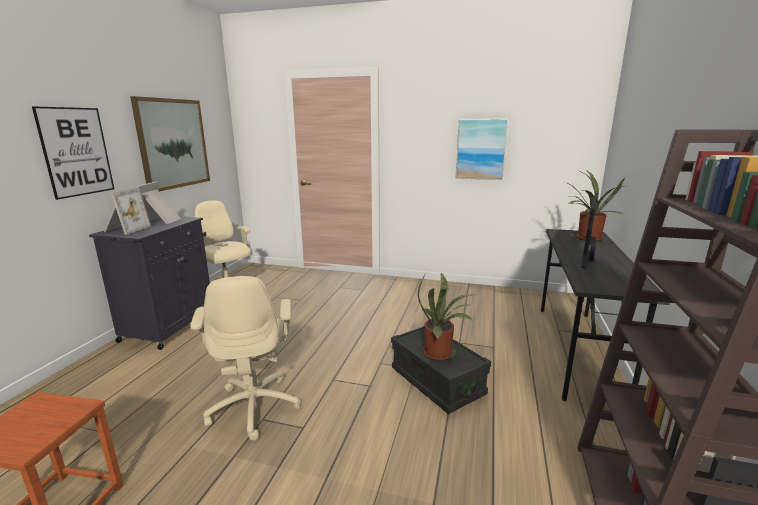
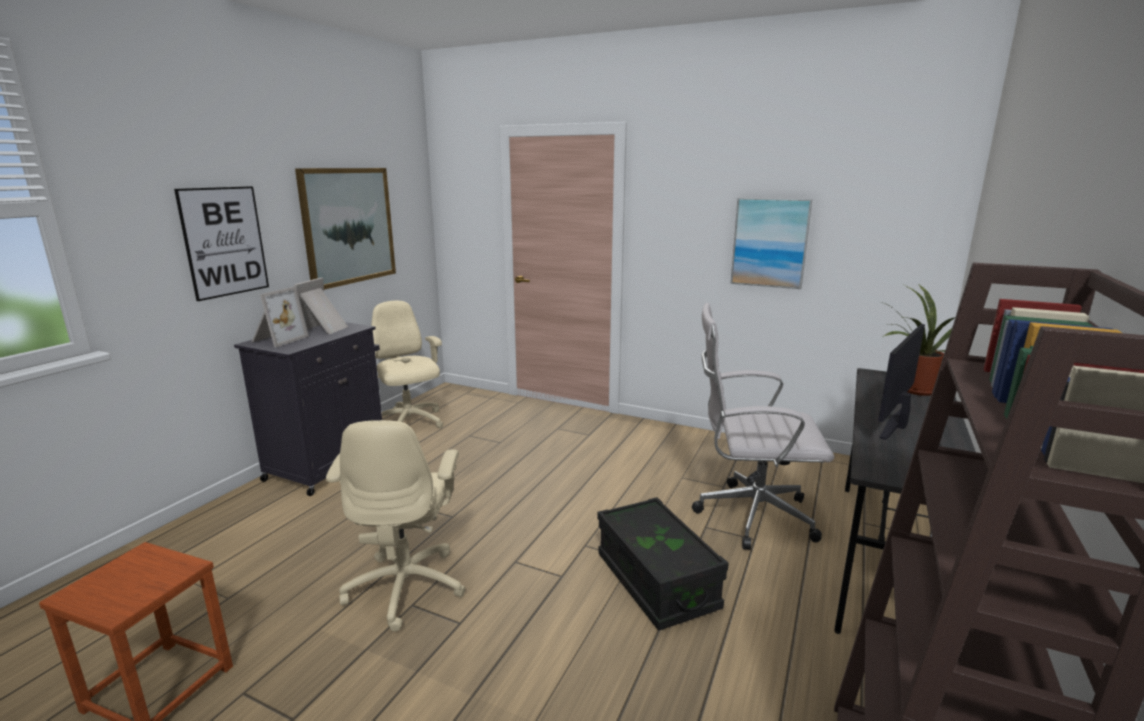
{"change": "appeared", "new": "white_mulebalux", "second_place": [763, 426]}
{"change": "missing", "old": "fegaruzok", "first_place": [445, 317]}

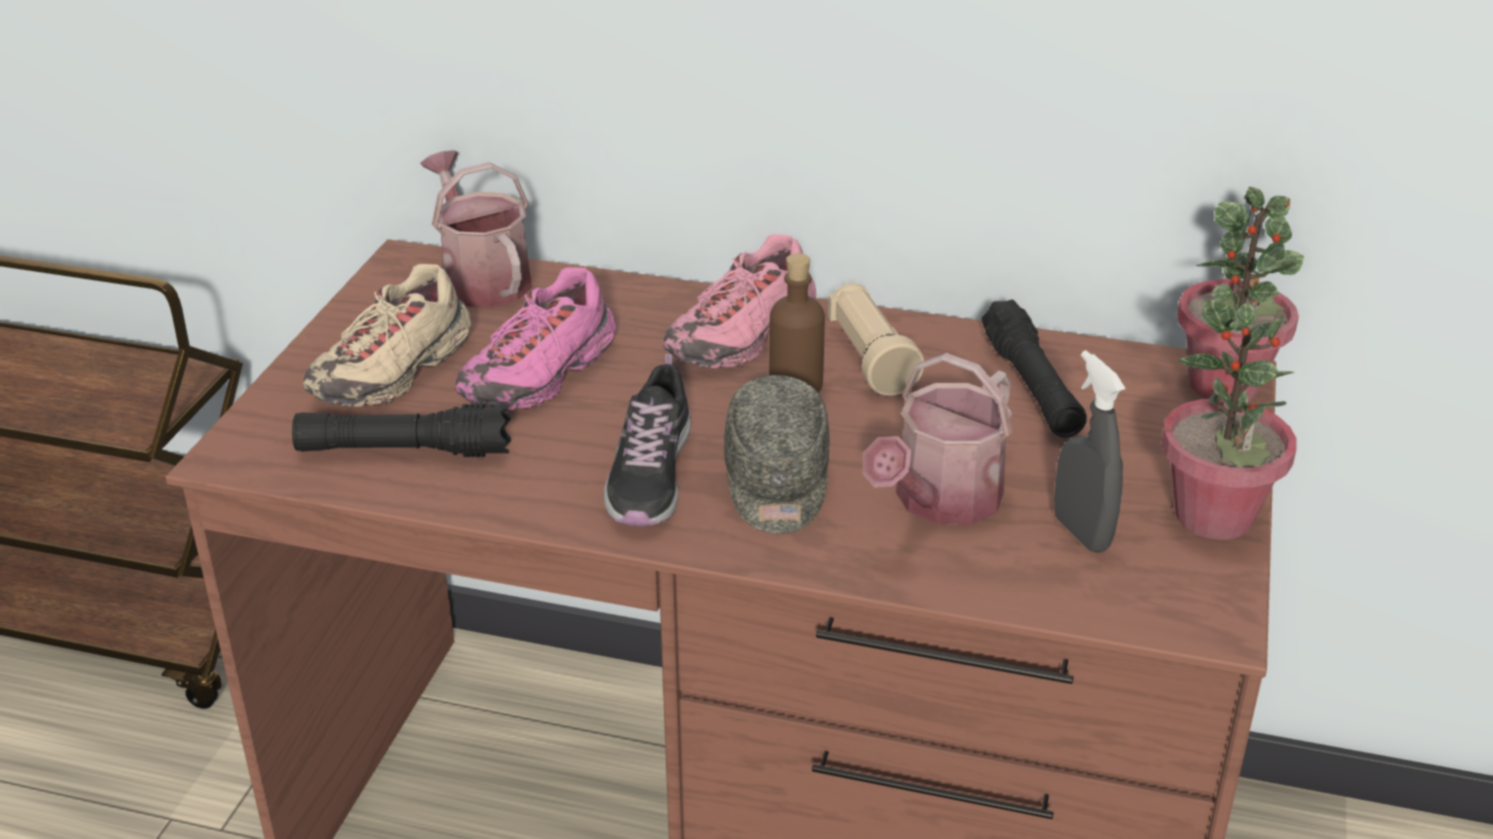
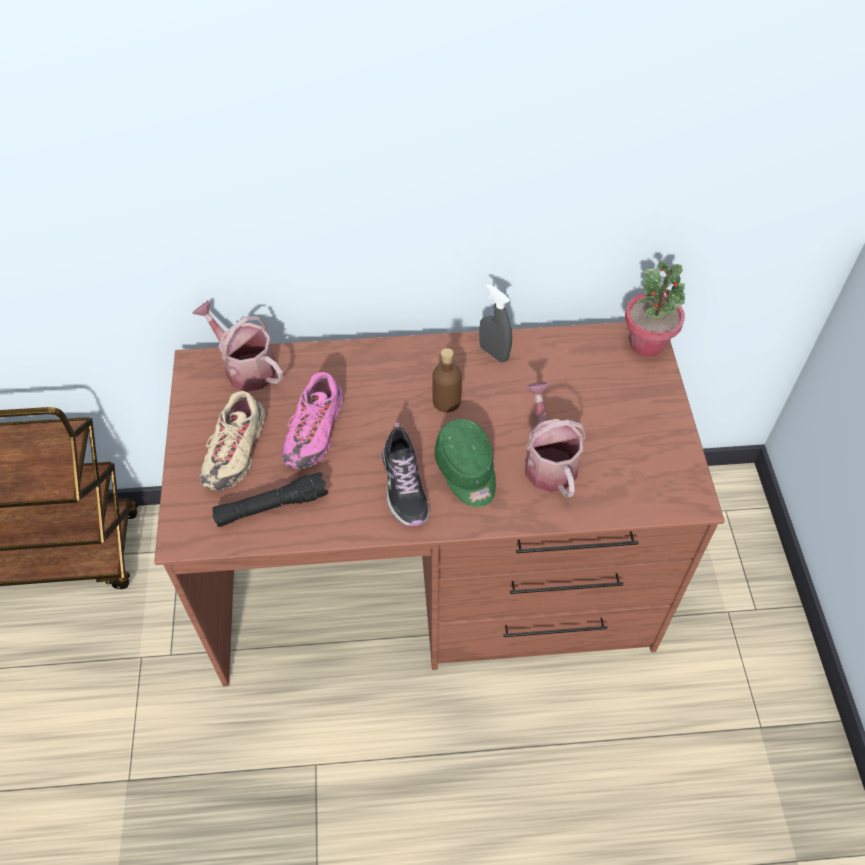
{"change": "colour", "old": "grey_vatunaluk", "new": "green_vatunaluk", "first_place": [777, 454], "second_place": [465, 463]}
{"change": "relocated", "old": "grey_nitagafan", "first_place": [1089, 451], "second_place": [495, 323]}
{"change": "spun", "old": "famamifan", "first_place": [937, 439], "second_place": [555, 439], "degrees": 150}
{"change": "missing", "old": "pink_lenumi", "first_place": [739, 301]}
{"change": "missing", "old": "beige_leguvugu", "first_place": [876, 339]}
{"change": "missing", "old": "black_leguvugu", "first_place": [1034, 368]}
{"change": "missing", "old": "fegaruzok", "first_place": [1229, 420]}

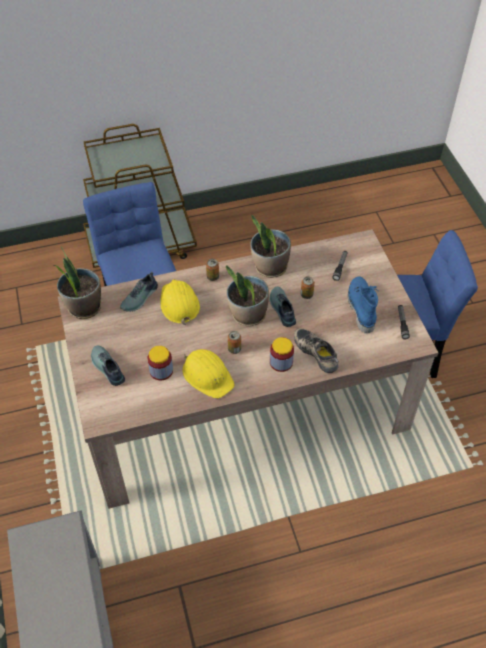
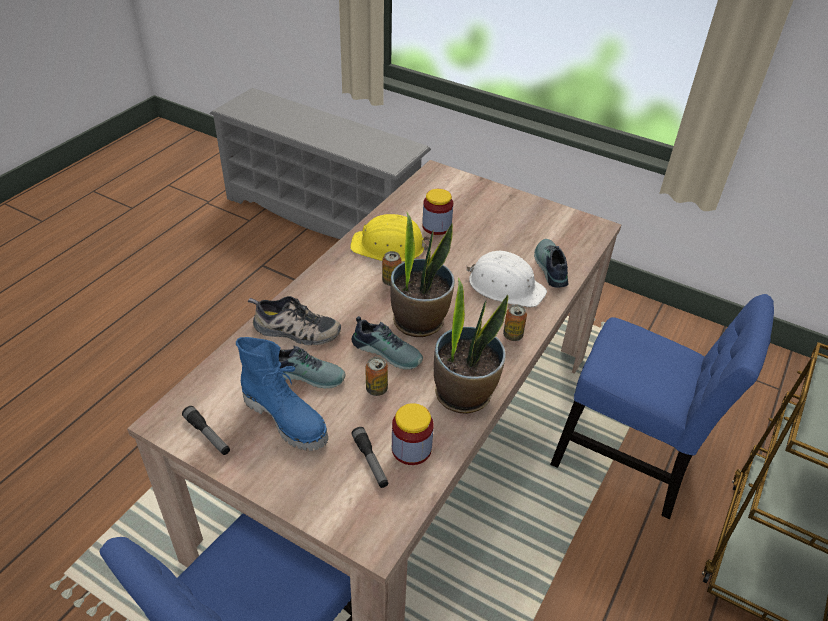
{"change": "relocated", "old": "lenumi", "first_place": [108, 365], "second_place": [312, 367]}
{"change": "relocated", "old": "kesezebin", "first_place": [282, 354], "second_place": [413, 434]}
{"change": "colour", "old": "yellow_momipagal", "new": "white_momipagal", "first_place": [180, 302], "second_place": [506, 279]}
{"change": "missing", "old": "fegaruzok", "first_place": [77, 283]}

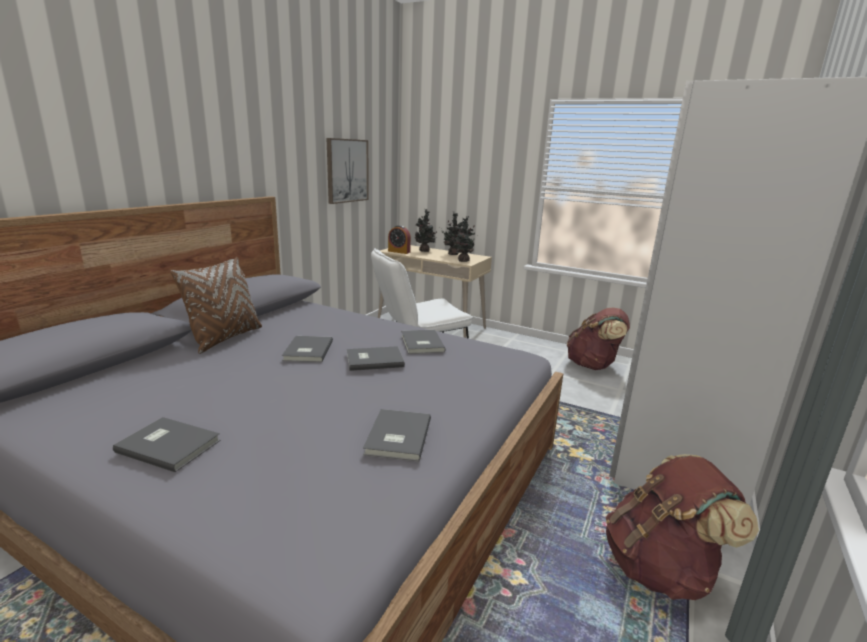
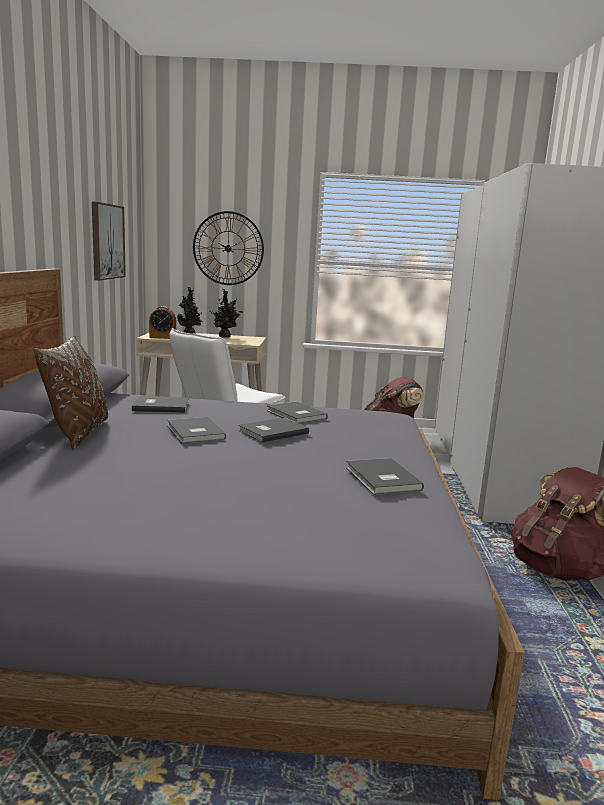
{"change": "relocated", "old": "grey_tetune", "first_place": [167, 444], "second_place": [160, 404]}
{"change": "appeared", "new": "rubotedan", "second_place": [228, 248]}
{"change": "missing", "old": "fegaruzok", "first_place": [465, 239]}

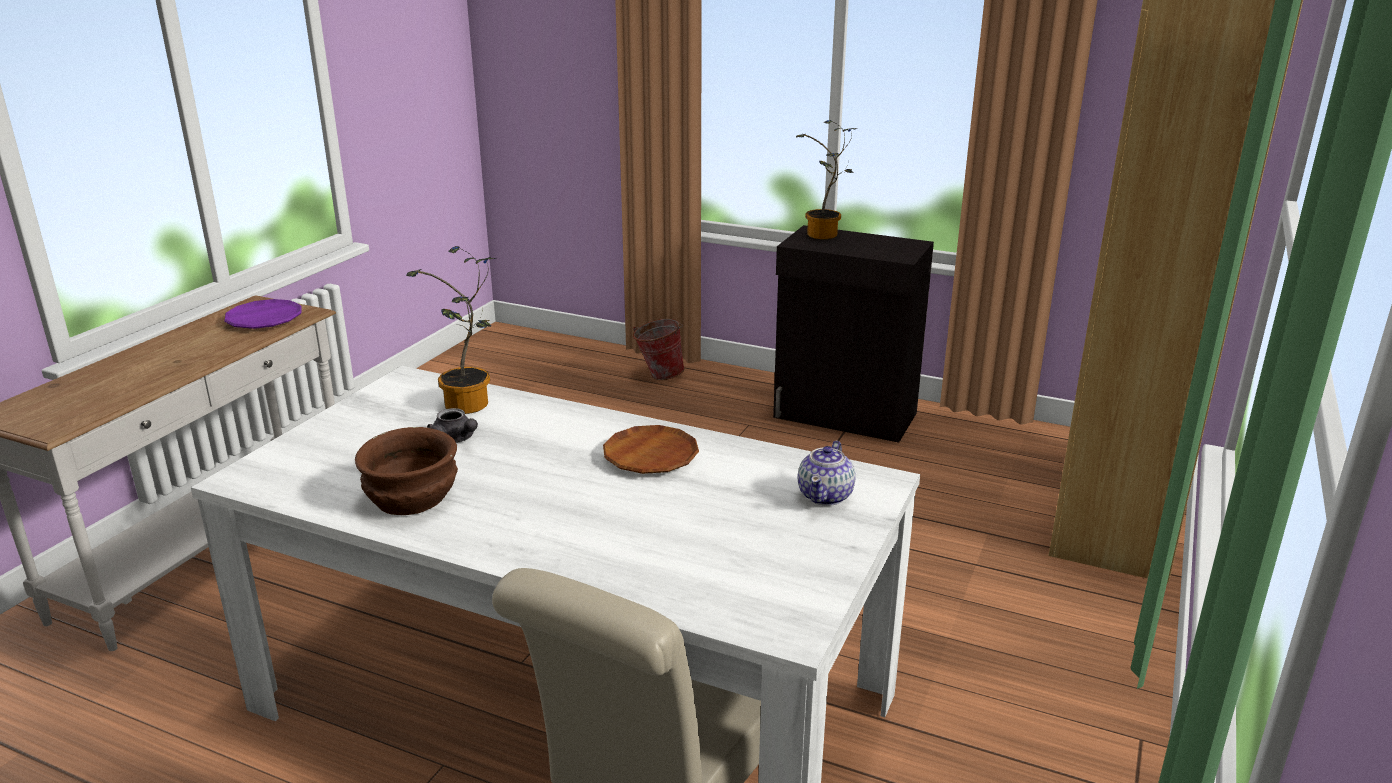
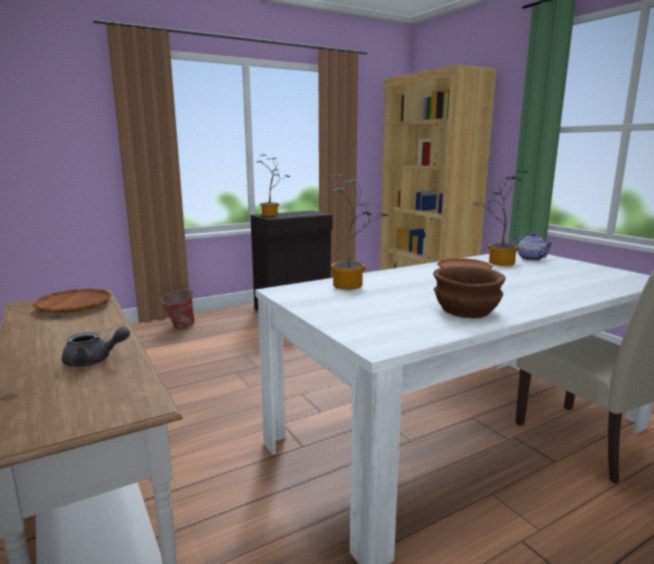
{"change": "colour", "old": "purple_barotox", "new": "brown_barotox", "first_place": [262, 314], "second_place": [72, 301]}
{"change": "relocated", "old": "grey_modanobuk", "first_place": [452, 425], "second_place": [96, 347]}
{"change": "appeared", "new": "fegaruzok", "second_place": [500, 218]}

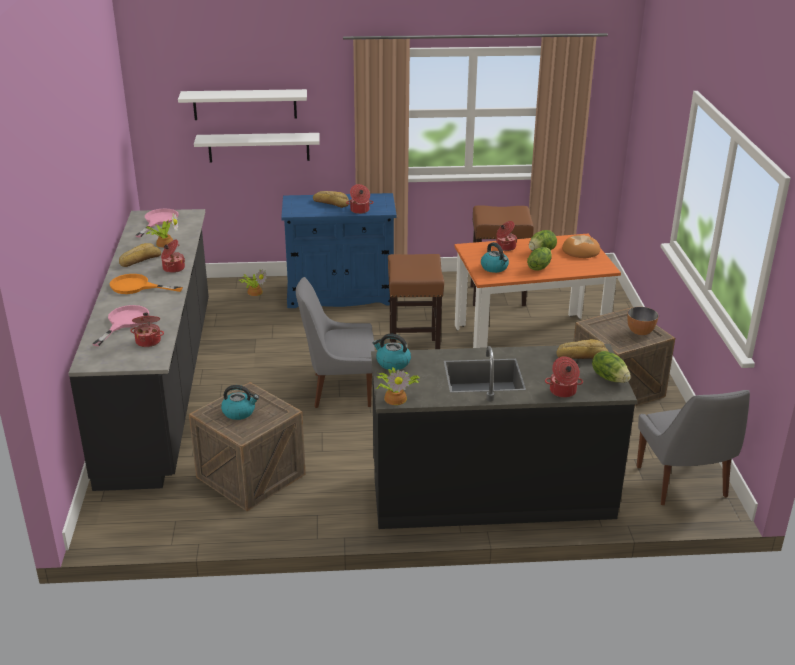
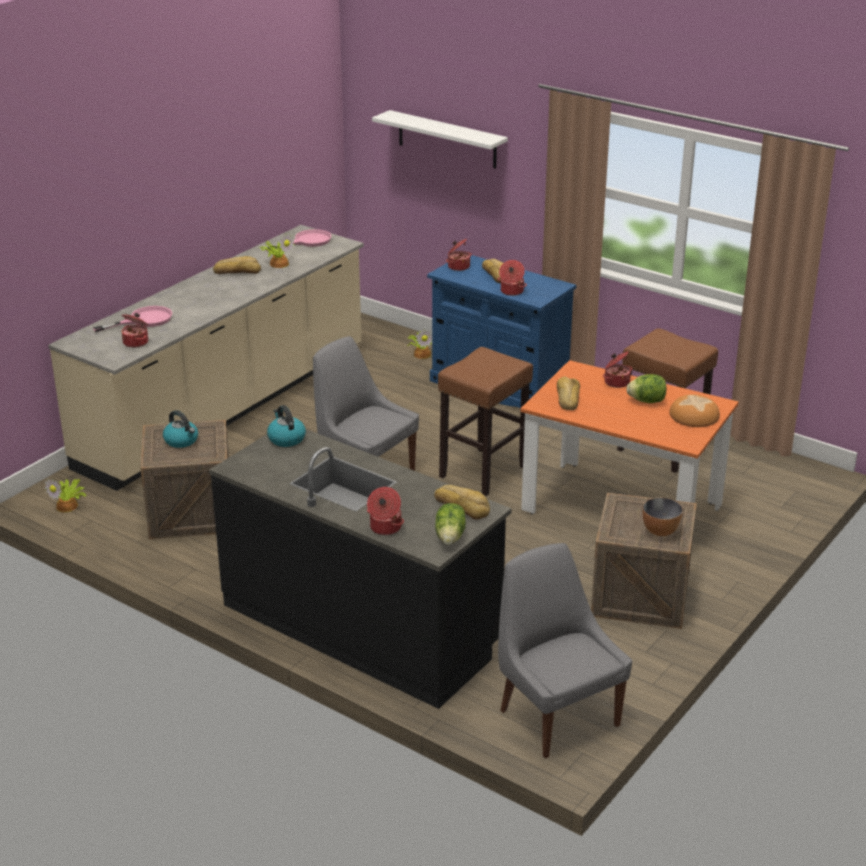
{"change": "relocated", "old": "fegaruzok", "first_place": [398, 386], "second_place": [66, 495]}
{"change": "colour", "old": "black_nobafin", "new": "beige_nobafin", "first_place": [139, 350], "second_place": [206, 358]}
{"change": "relocated", "old": "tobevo", "first_place": [173, 256], "second_place": [459, 255]}
{"change": "spun", "old": "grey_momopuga", "first_place": [693, 447], "second_place": [565, 650], "degrees": 120}
{"change": "exchanged", "old": "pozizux", "new": "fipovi", "first_place": [495, 257], "second_place": [568, 393]}
{"change": "missing", "old": "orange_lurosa", "first_place": [146, 284]}
{"change": "missing", "old": "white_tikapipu", "first_place": [257, 148]}
{"change": "missing", "old": "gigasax", "first_place": [539, 259]}

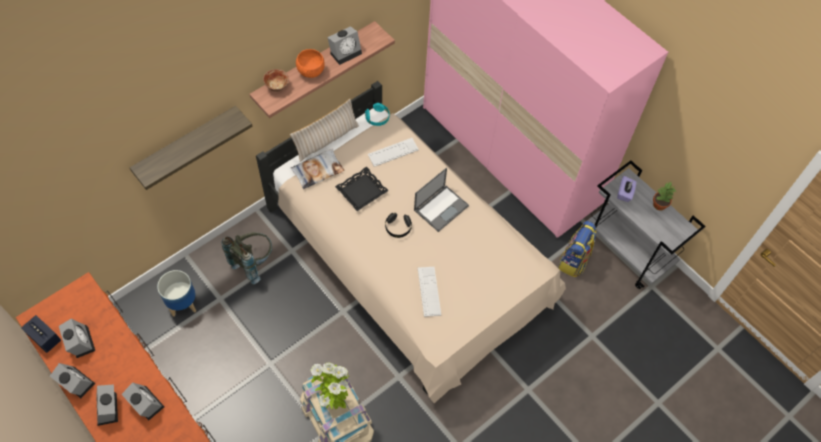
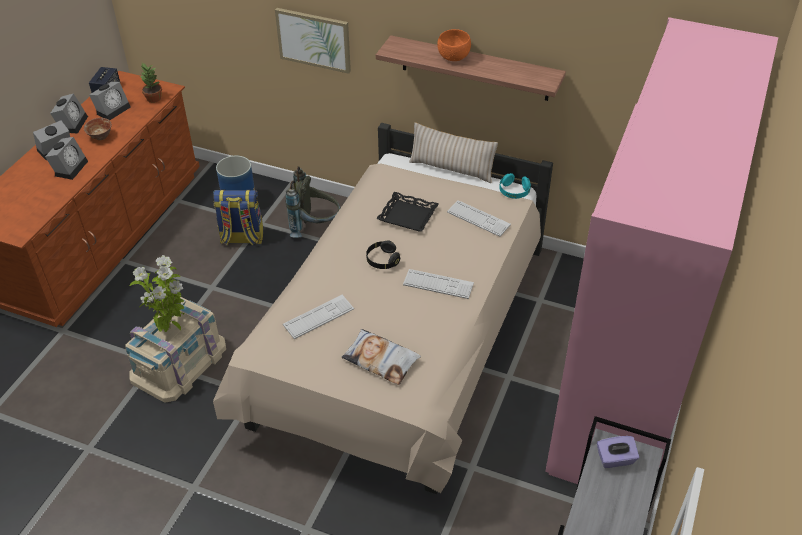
{"change": "relocated", "old": "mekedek", "first_place": [276, 80], "second_place": [98, 129]}
{"change": "relocated", "old": "fegaruzok", "first_place": [664, 196], "second_place": [151, 83]}
{"change": "relocated", "old": "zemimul", "first_place": [577, 249], "second_place": [238, 217]}
{"change": "exchanged", "old": "tikapipu", "new": "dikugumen", "first_place": [191, 148], "second_place": [313, 41]}
{"change": "relocated", "old": "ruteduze", "first_place": [317, 169], "second_place": [381, 357]}
{"change": "exchanged", "old": "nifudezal", "new": "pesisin", "first_place": [441, 199], "second_place": [438, 284]}
{"change": "missing", "old": "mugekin", "first_place": [344, 45]}

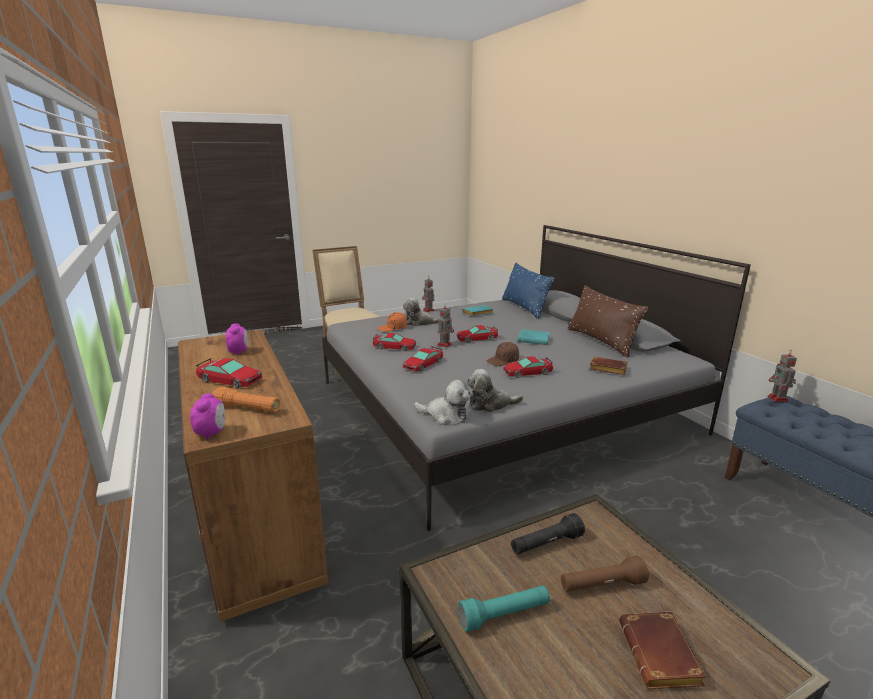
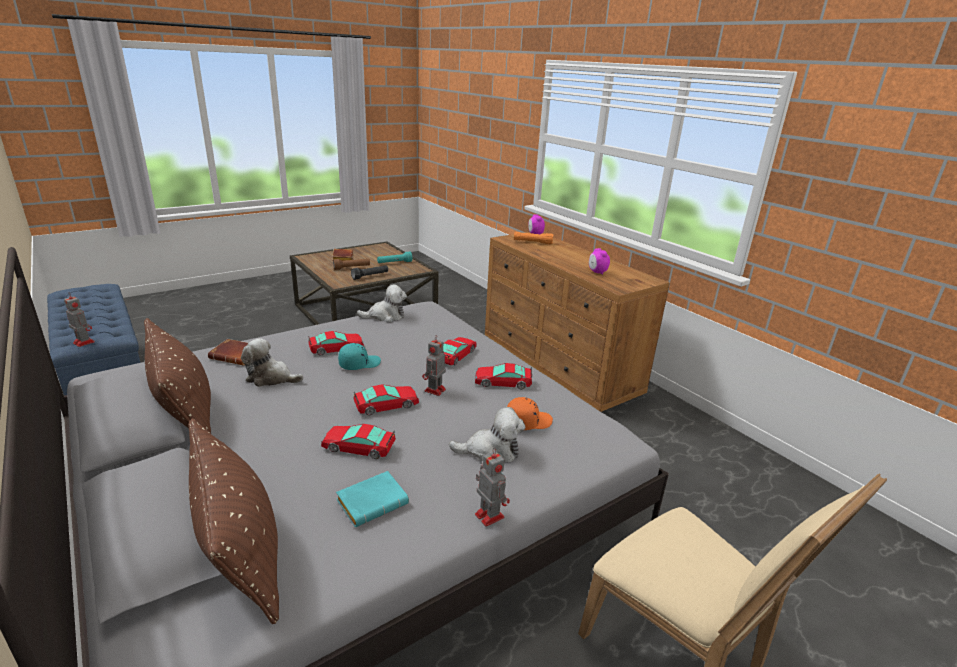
{"change": "spun", "old": "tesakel", "first_place": [782, 376], "second_place": [79, 319], "degrees": -45}
{"change": "colour", "old": "blue_ruteduze", "new": "brown_ruteduze", "first_place": [528, 291], "second_place": [233, 521]}
{"change": "relocated", "old": "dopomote", "first_place": [442, 402], "second_place": [272, 362]}
{"change": "relocated", "old": "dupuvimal", "first_place": [229, 373], "second_place": [358, 441]}
{"change": "colour", "old": "brown_vatunaluk", "new": "turquoise_vatunaluk", "first_place": [502, 354], "second_place": [359, 356]}
{"change": "missing", "old": "turquoise_tetune", "first_place": [534, 337]}

